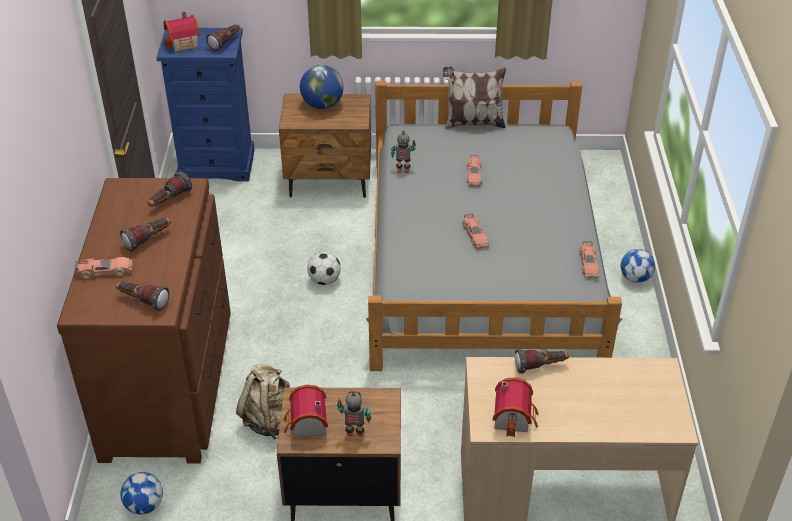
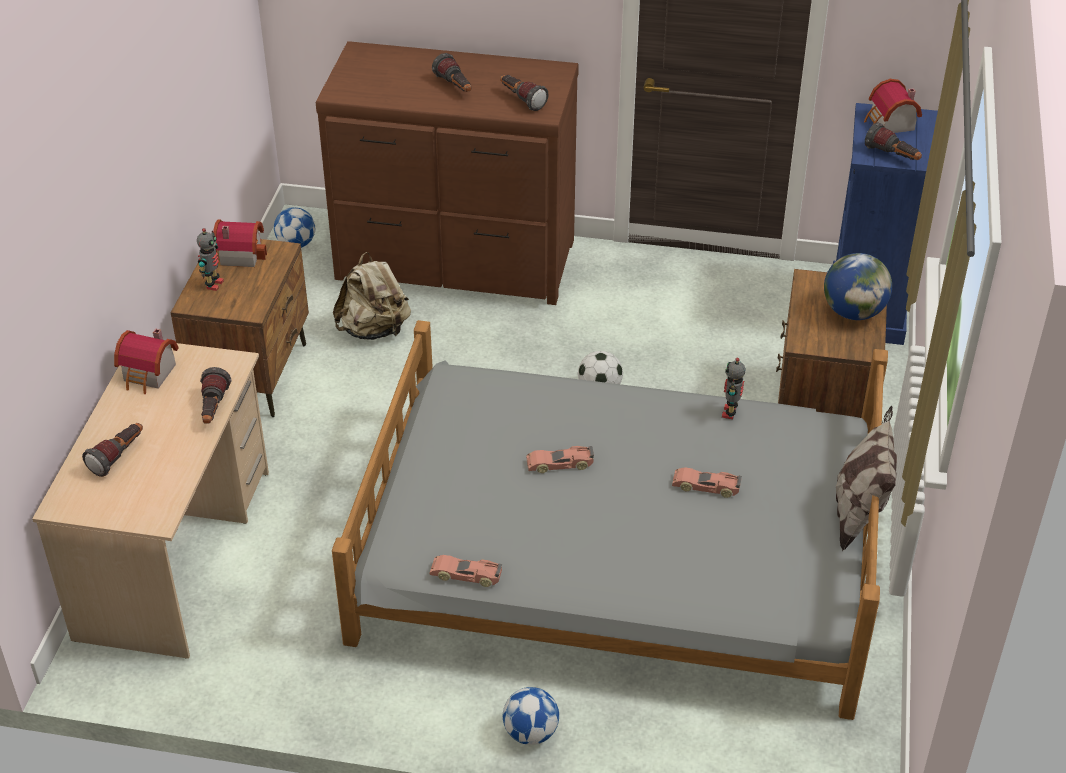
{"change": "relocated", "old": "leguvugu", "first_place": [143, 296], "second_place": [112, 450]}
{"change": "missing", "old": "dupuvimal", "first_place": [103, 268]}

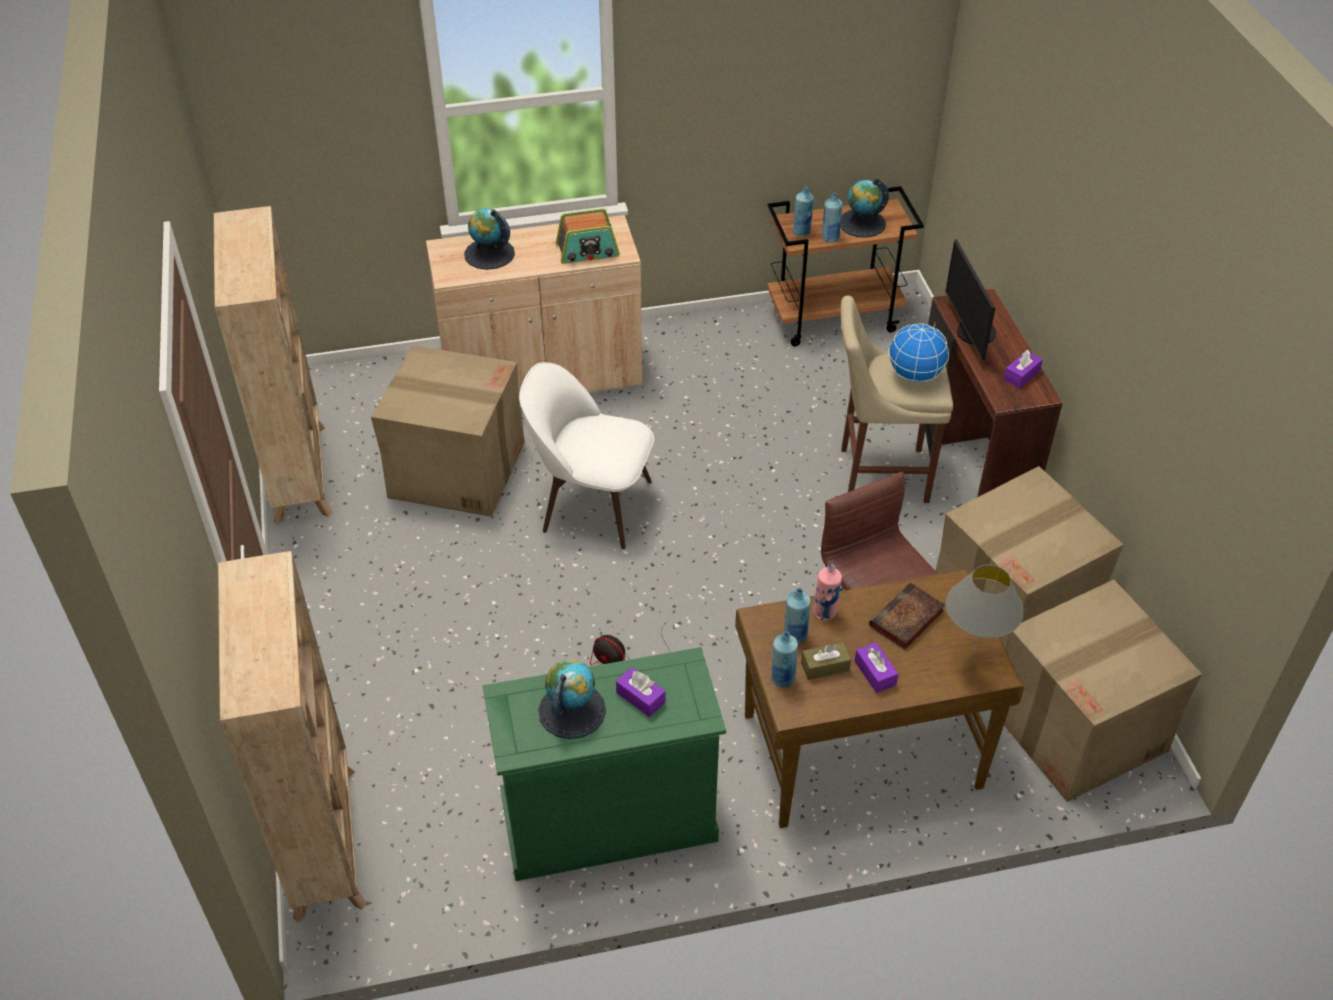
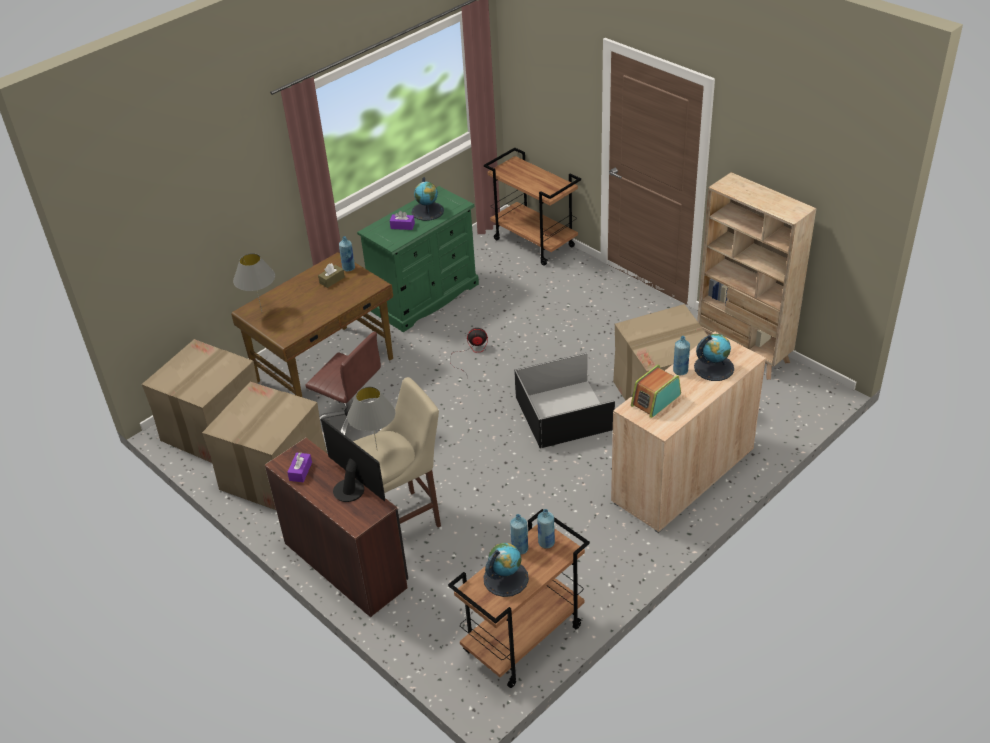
{"change": "exchanged", "old": "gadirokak", "new": "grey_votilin", "first_place": [918, 353], "second_place": [371, 417]}
{"change": "exchanged", "old": "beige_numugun", "new": "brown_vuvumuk", "first_place": [292, 736], "second_place": [532, 207]}
{"change": "exchanged", "old": "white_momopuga", "new": "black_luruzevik", "first_place": [586, 455], "second_place": [564, 400]}
{"change": "relocated", "old": "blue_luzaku", "first_place": [797, 616], "second_place": [681, 355]}
{"change": "missing", "old": "pink_luzaku", "first_place": [827, 592]}
{"change": "missing", "old": "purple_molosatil", "first_place": [876, 667]}
{"change": "missing", "old": "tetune", "first_place": [907, 616]}

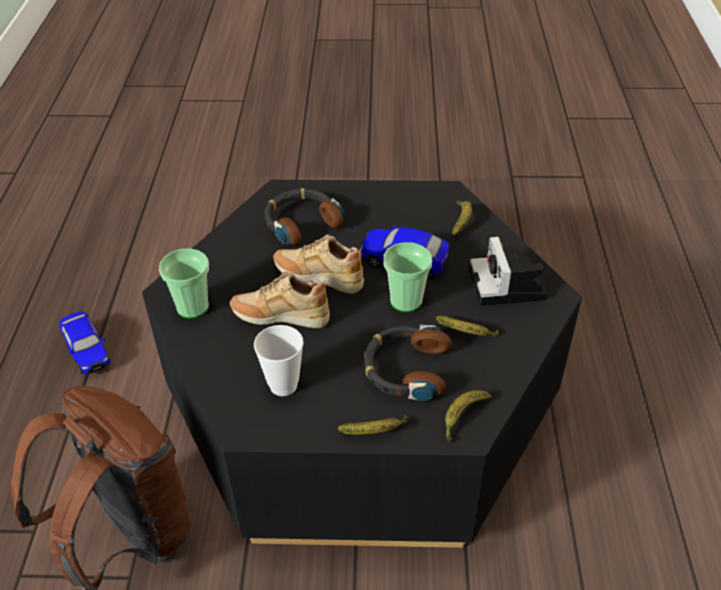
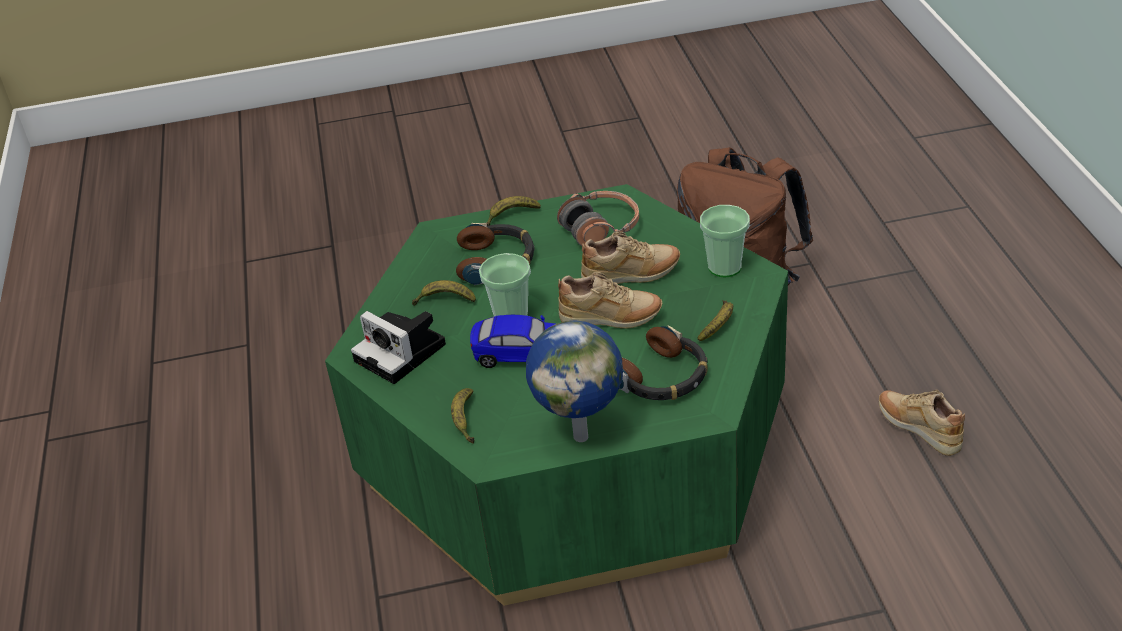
{"change": "colour", "old": "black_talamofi", "new": "green_talamofi", "first_place": [362, 364], "second_place": [556, 395]}
{"change": "spun", "old": "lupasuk", "first_place": [508, 271], "second_place": [398, 347], "degrees": 150}
{"change": "appeared", "new": "gadirokak", "second_place": [574, 381]}
{"change": "exchanged", "old": "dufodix", "new": "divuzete", "first_place": [279, 360], "second_place": [598, 218]}
{"change": "relocated", "old": "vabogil", "first_place": [468, 416], "second_place": [715, 320]}
{"change": "exchanged", "old": "dupuvimal", "new": "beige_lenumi", "first_place": [84, 343], "second_place": [922, 423]}

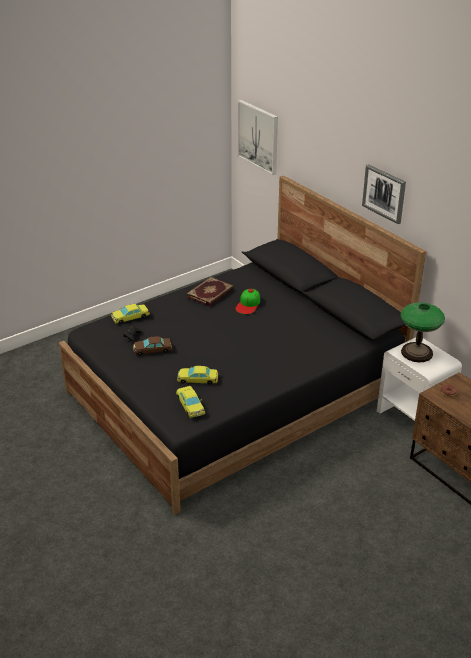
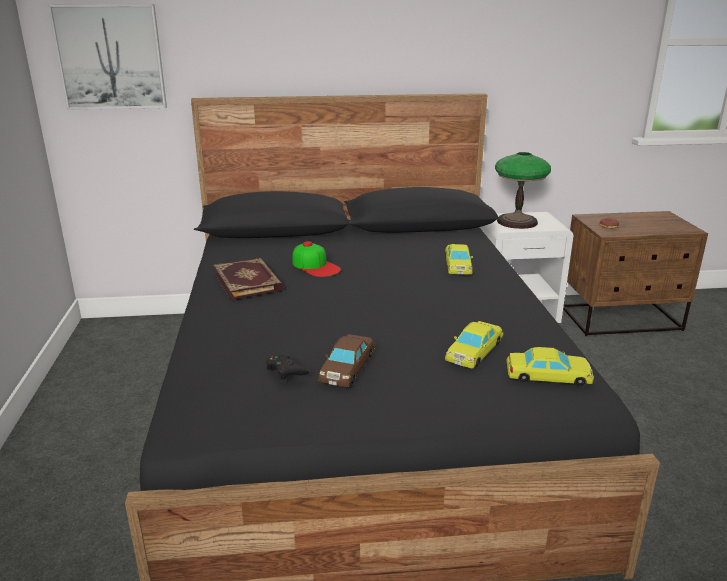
{"change": "relocated", "old": "yellow_dupuvimal", "first_place": [130, 314], "second_place": [459, 259]}
{"change": "missing", "old": "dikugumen", "first_place": [384, 194]}

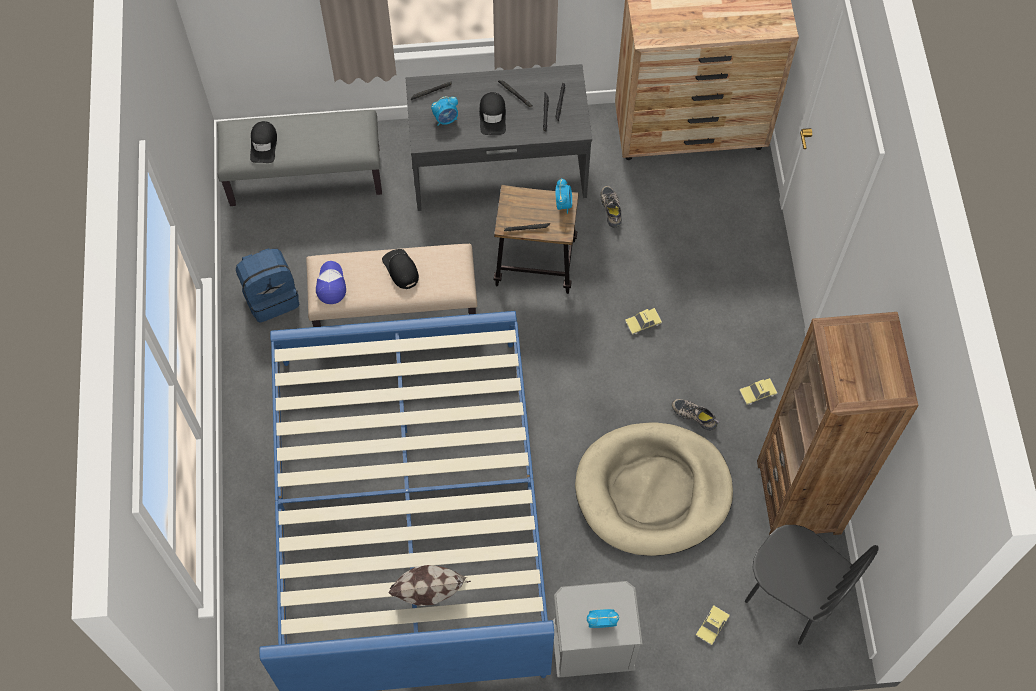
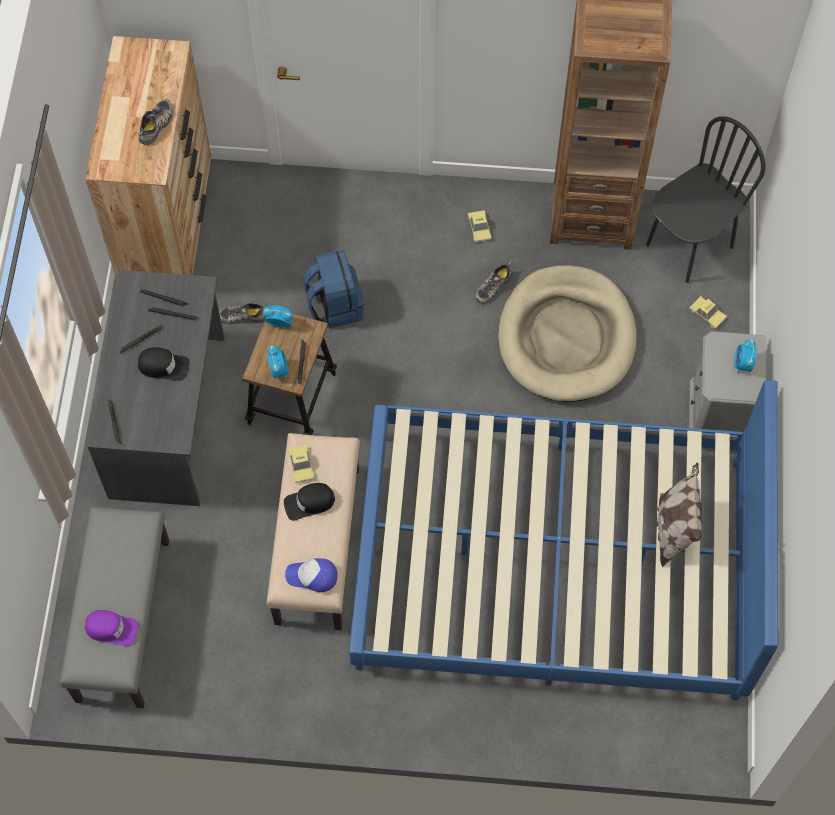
{"change": "colour", "old": "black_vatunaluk", "new": "purple_vatunaluk", "first_place": [263, 142], "second_place": [112, 628]}
{"change": "appeared", "new": "lenumi", "second_place": [155, 122]}
{"change": "relocated", "old": "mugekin", "first_place": [444, 111], "second_place": [278, 362]}
{"change": "relocated", "old": "dupuvimal", "first_place": [643, 321], "second_place": [301, 464]}
{"change": "relocated", "old": "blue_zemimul", "first_place": [267, 285], "second_place": [333, 289]}

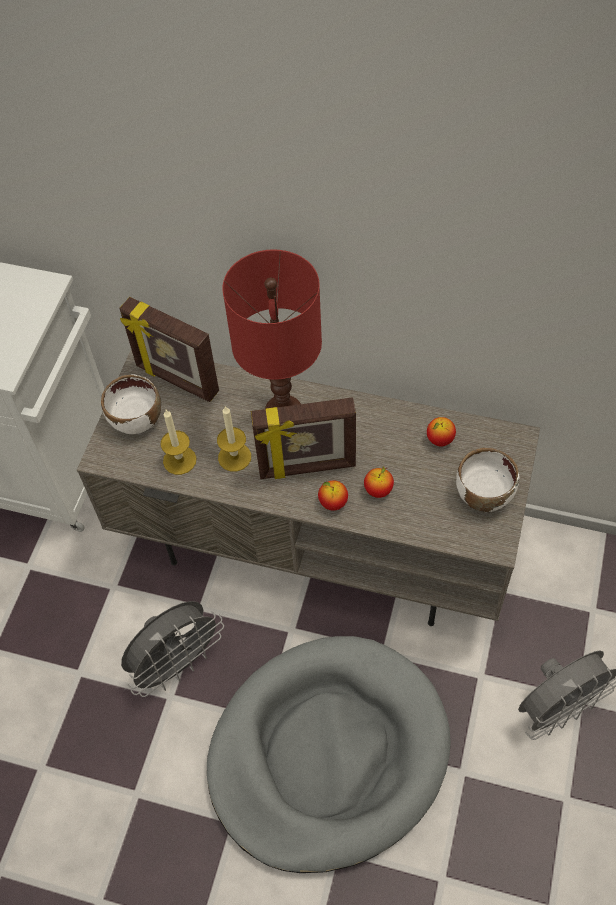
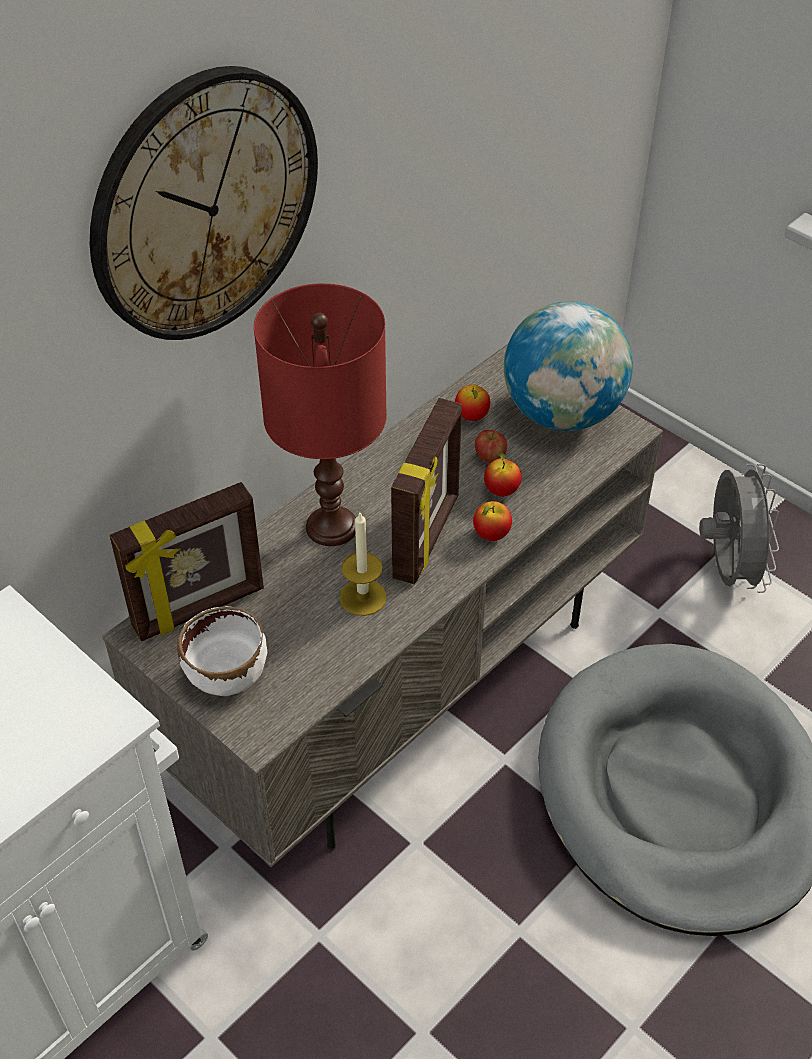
{"change": "appeared", "new": "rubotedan", "second_place": [204, 203]}
{"change": "appeared", "new": "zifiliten", "second_place": [491, 446]}
{"change": "exchanged", "old": "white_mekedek", "new": "gadirokak", "first_place": [487, 480], "second_place": [568, 366]}
{"change": "missing", "old": "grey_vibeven", "first_place": [172, 649]}
{"change": "missing", "old": "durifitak", "first_place": [178, 442]}

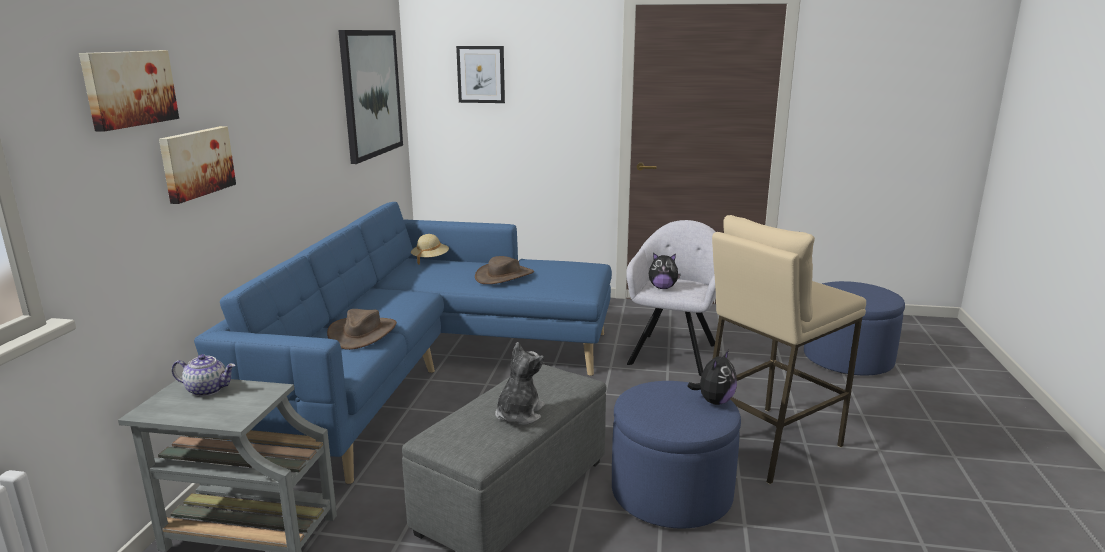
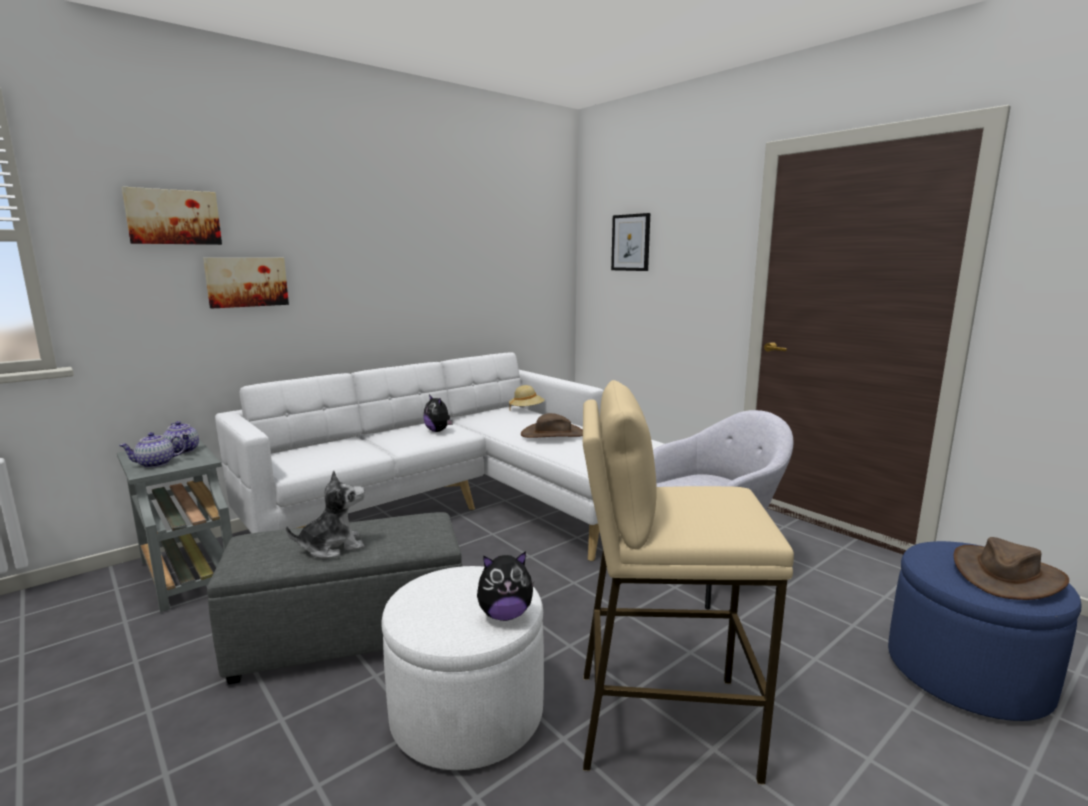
{"change": "appeared", "new": "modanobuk", "second_place": [152, 450]}
{"change": "colour", "old": "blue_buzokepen", "new": "white_buzokepen", "first_place": [403, 343], "second_place": [439, 456]}
{"change": "colour", "old": "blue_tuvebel", "new": "white_tuvebel", "first_place": [676, 454], "second_place": [463, 668]}
{"change": "relocated", "old": "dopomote", "first_place": [665, 271], "second_place": [438, 413]}
{"change": "relocated", "old": "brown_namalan", "first_place": [362, 329], "second_place": [1011, 568]}
{"change": "missing", "old": "dikugumen", "first_place": [370, 97]}

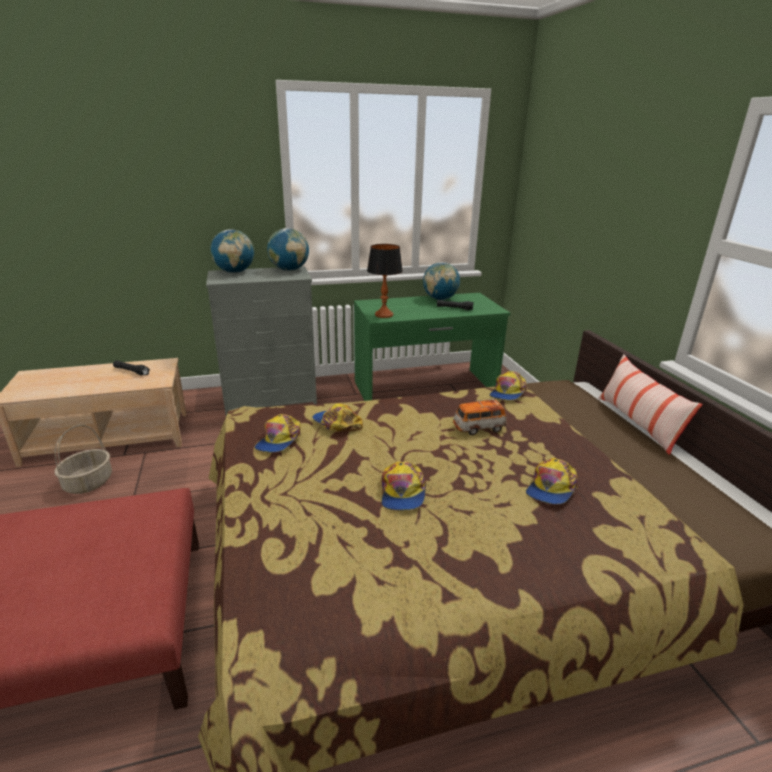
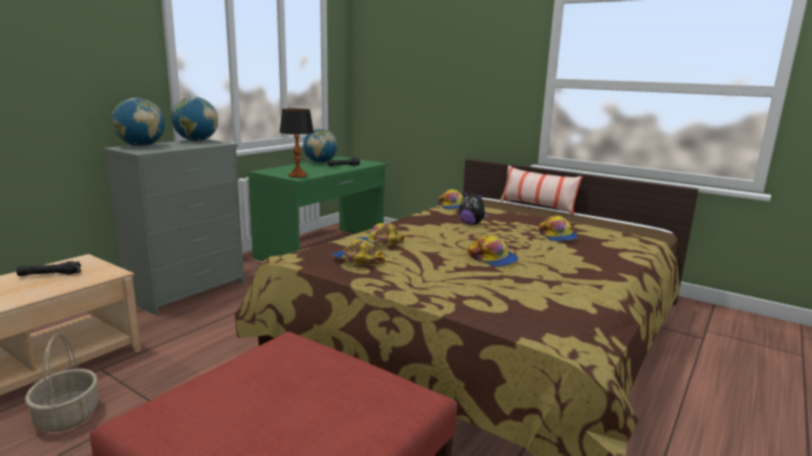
{"change": "spun", "old": "vatunaluk", "first_place": [278, 433], "second_place": [358, 252], "degrees": 150}
{"change": "exchanged", "old": "dupuvimal", "new": "dopomote", "first_place": [480, 416], "second_place": [474, 207]}

